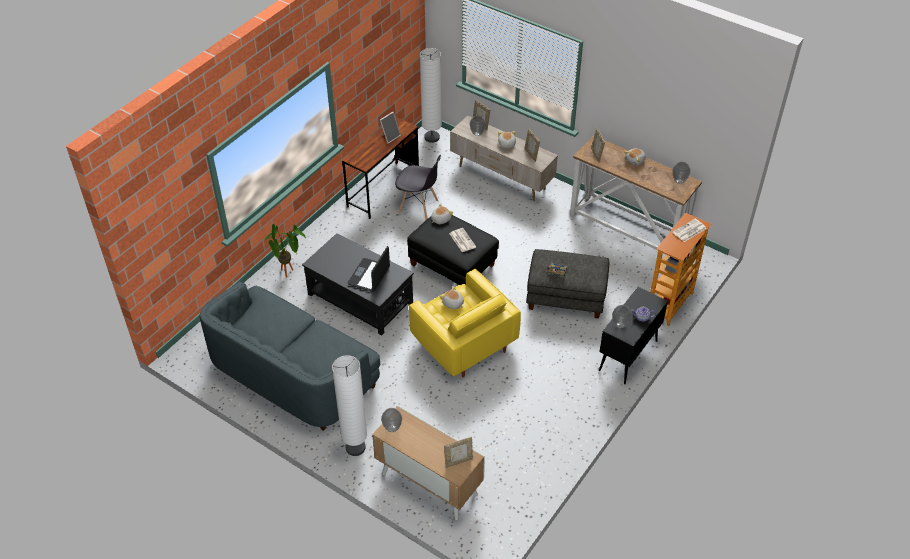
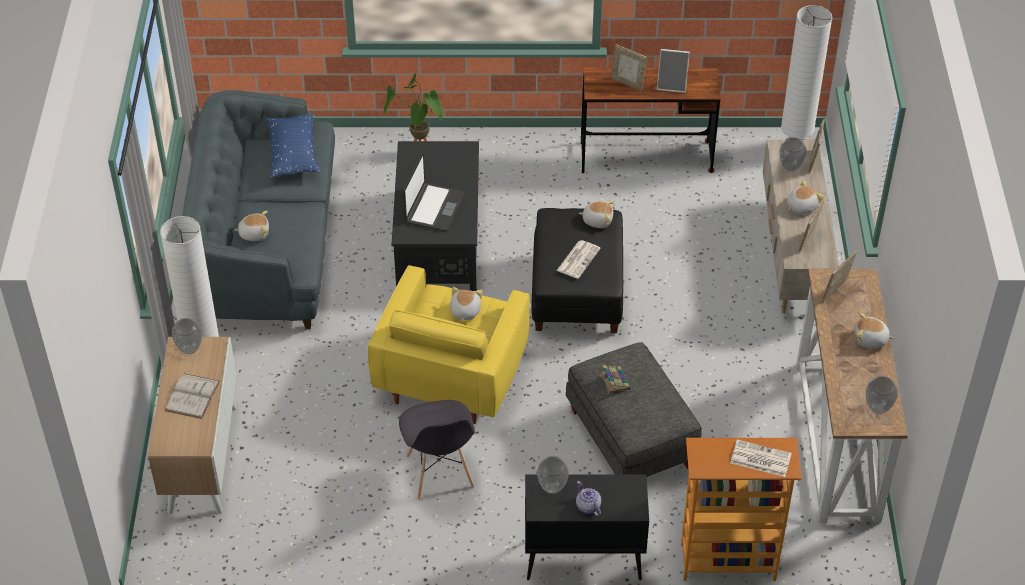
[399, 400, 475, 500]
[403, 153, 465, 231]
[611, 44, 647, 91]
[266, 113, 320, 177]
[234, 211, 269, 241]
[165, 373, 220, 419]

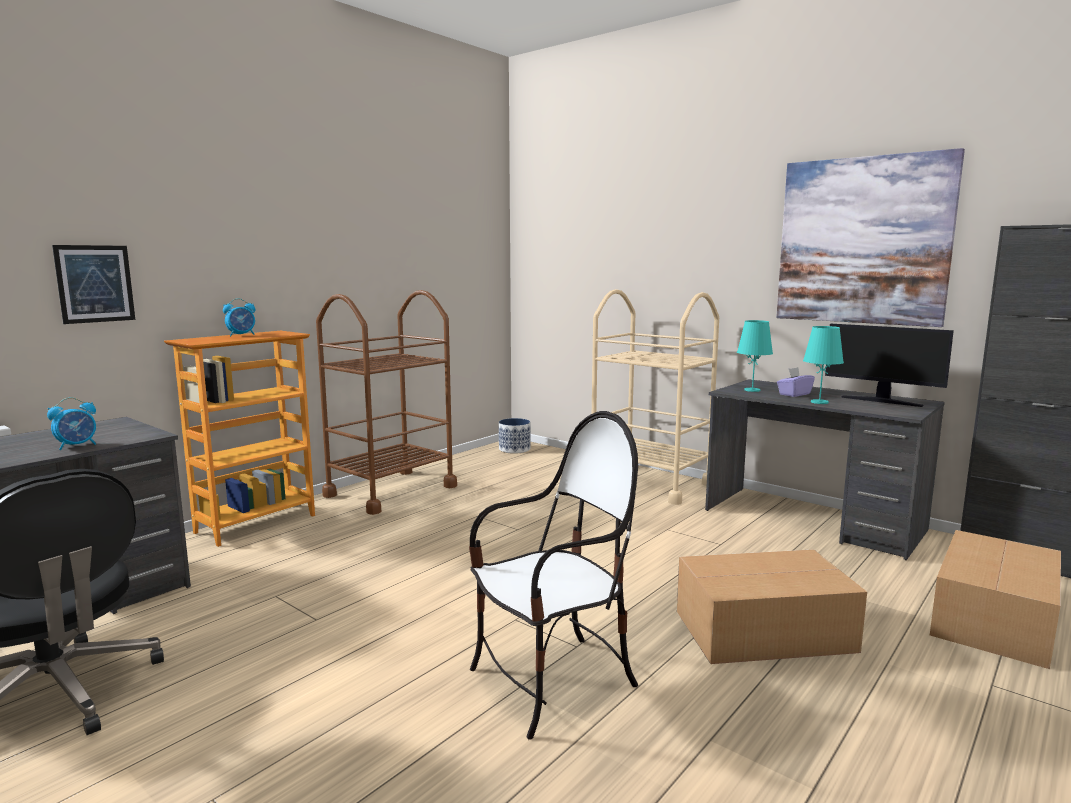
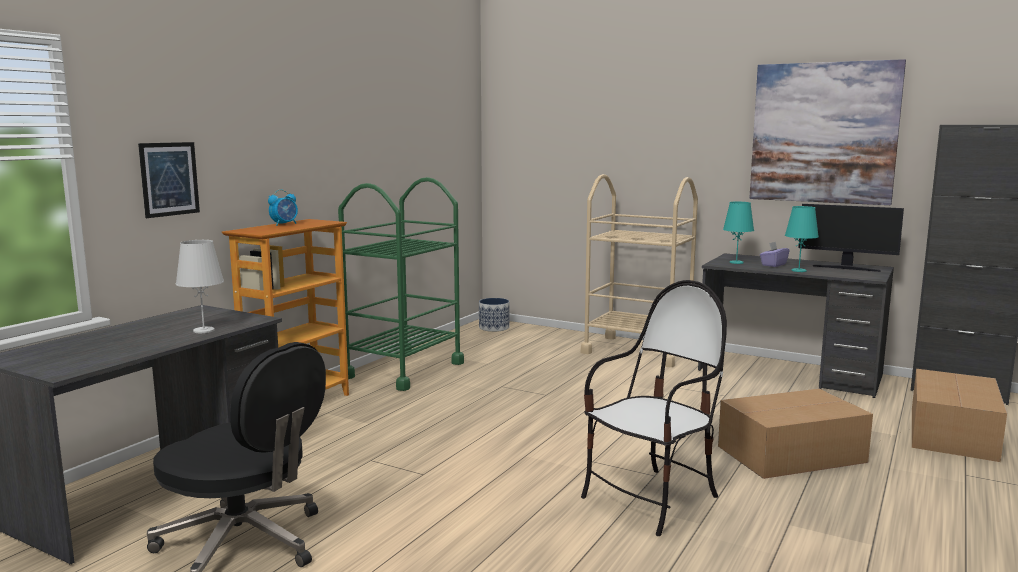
[338, 177, 464, 391]
[176, 240, 224, 333]

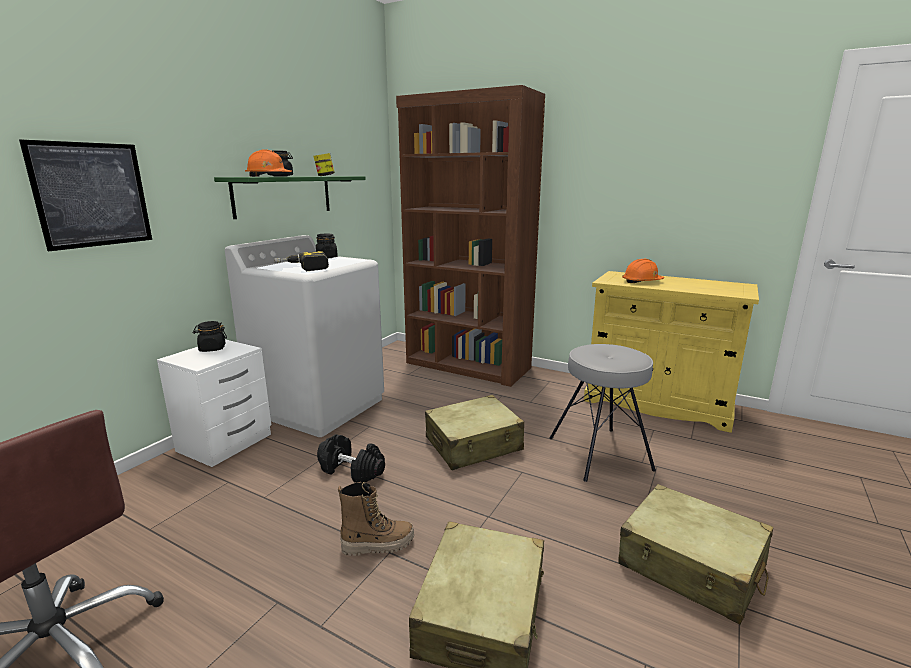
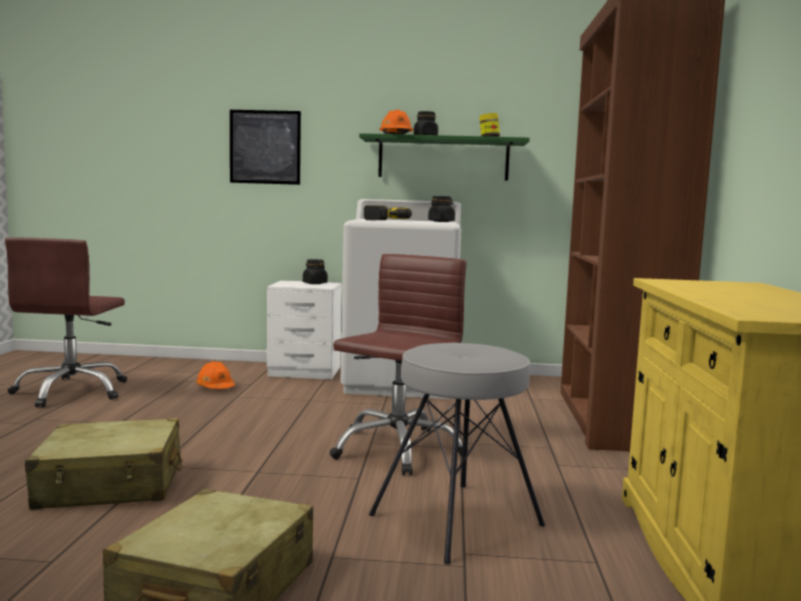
[196, 361, 235, 389]
[329, 254, 468, 476]
[317, 434, 385, 483] (first image)
[338, 482, 414, 556] (first image)

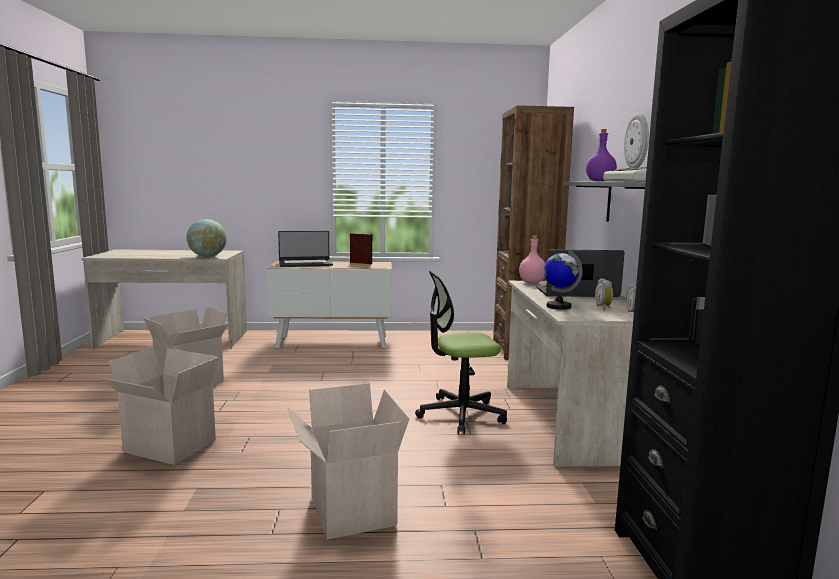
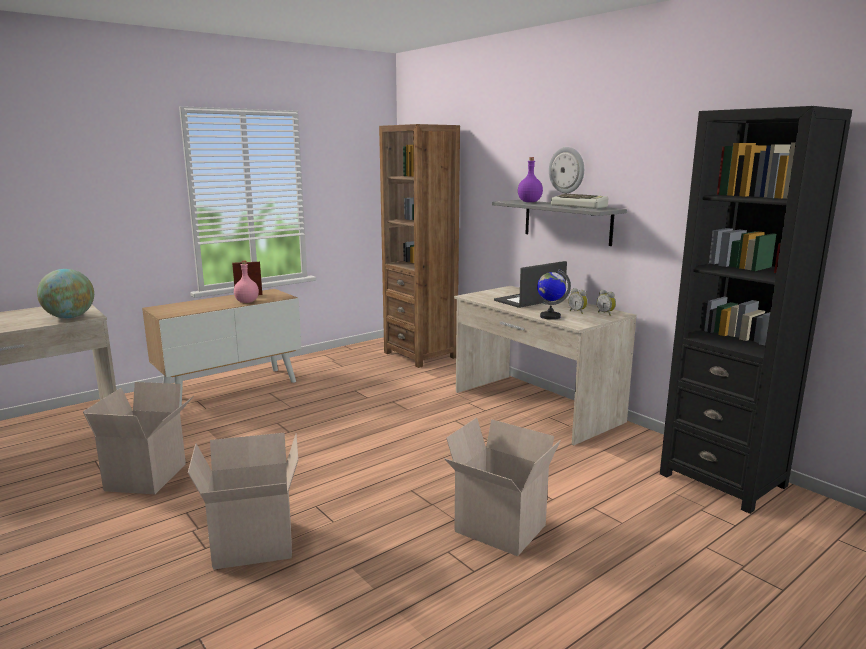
[278, 231, 333, 267] (first image)
[234, 261, 259, 303]
[415, 271, 507, 434] (first image)

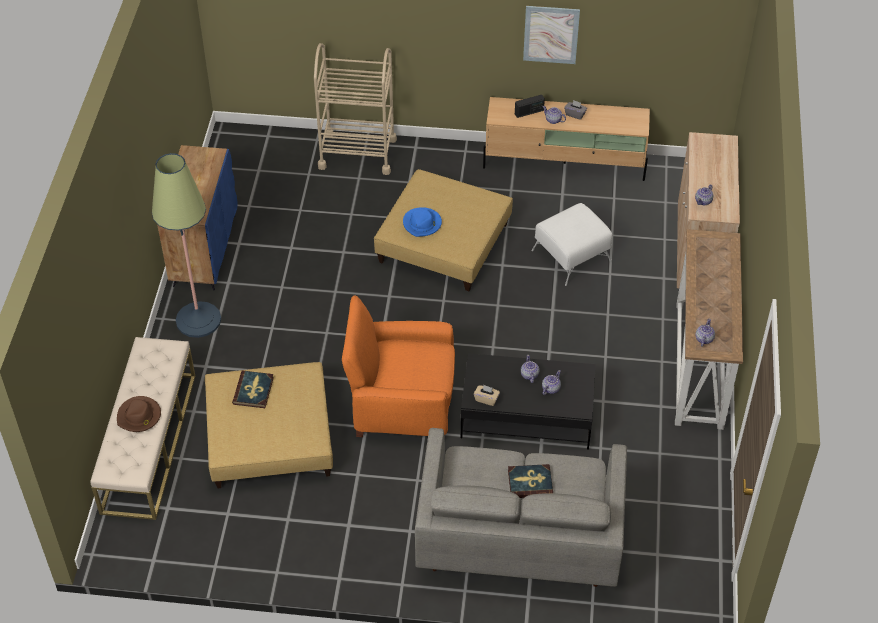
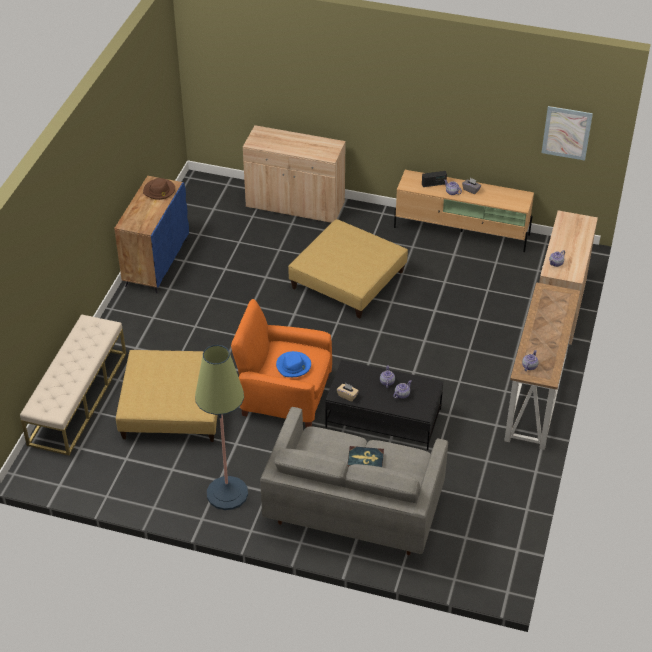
[541, 106, 593, 161]
[243, 125, 346, 223]
[195, 345, 248, 510]
[531, 203, 612, 286] (first image)
[276, 351, 311, 377]
[232, 371, 274, 408] (first image)
[143, 178, 175, 200]

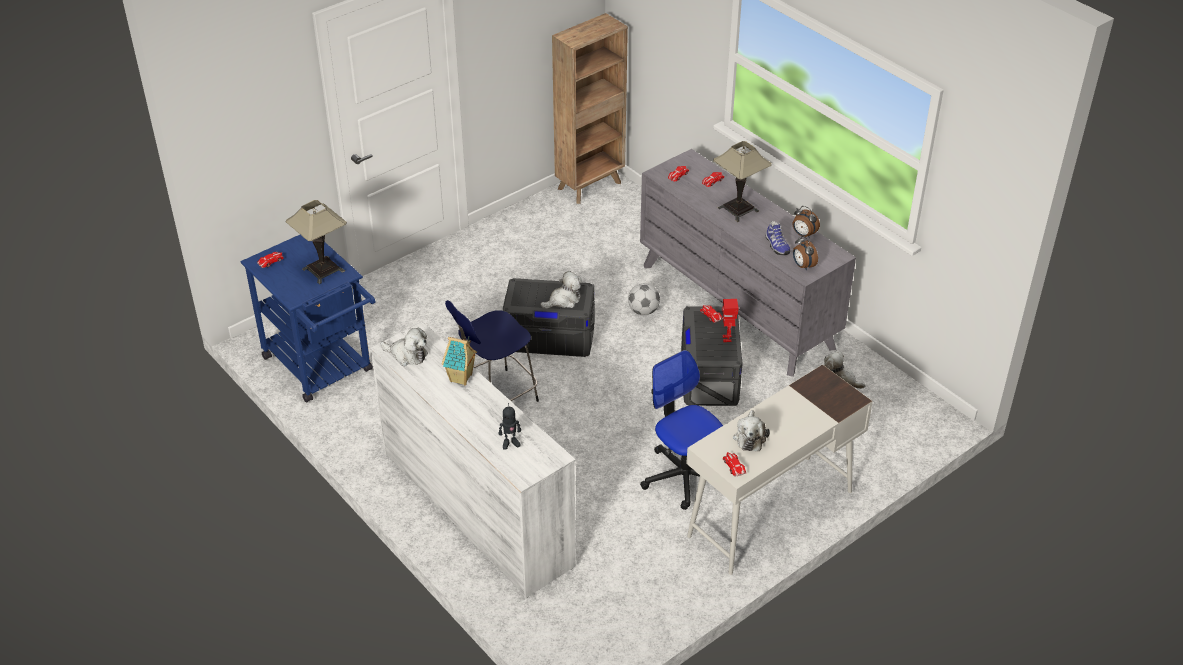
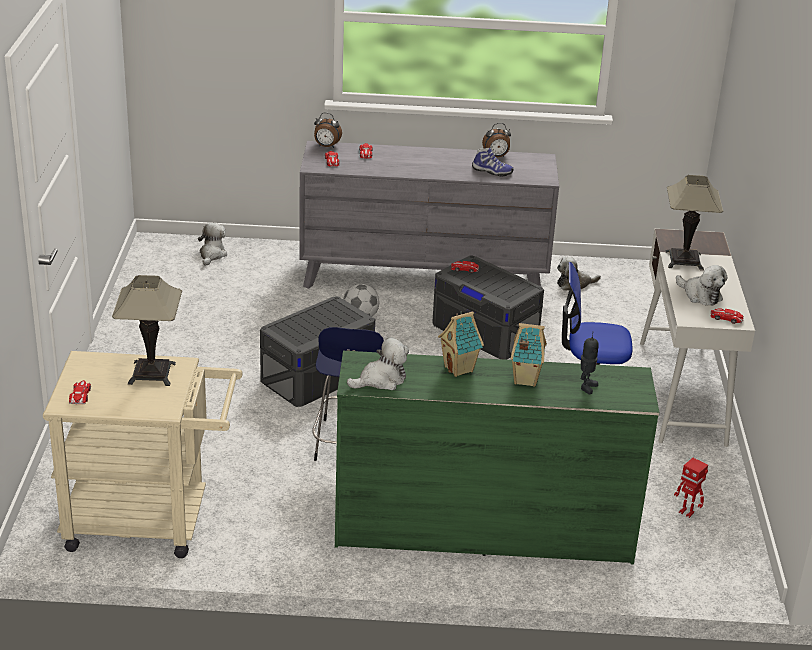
[552, 13, 628, 204] (first image)
[666, 175, 723, 271]
[43, 351, 243, 558]
[314, 113, 342, 148]
[198, 223, 227, 266]
[674, 458, 708, 518]
[335, 351, 659, 564]
[511, 323, 547, 387]

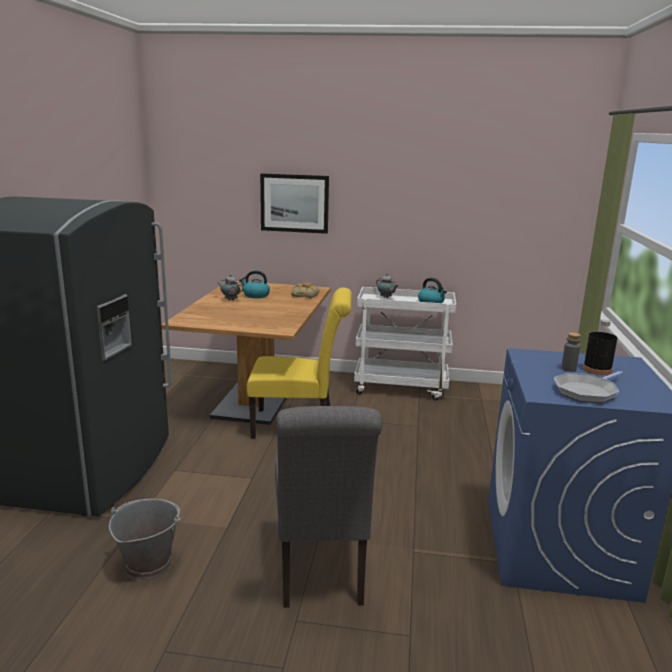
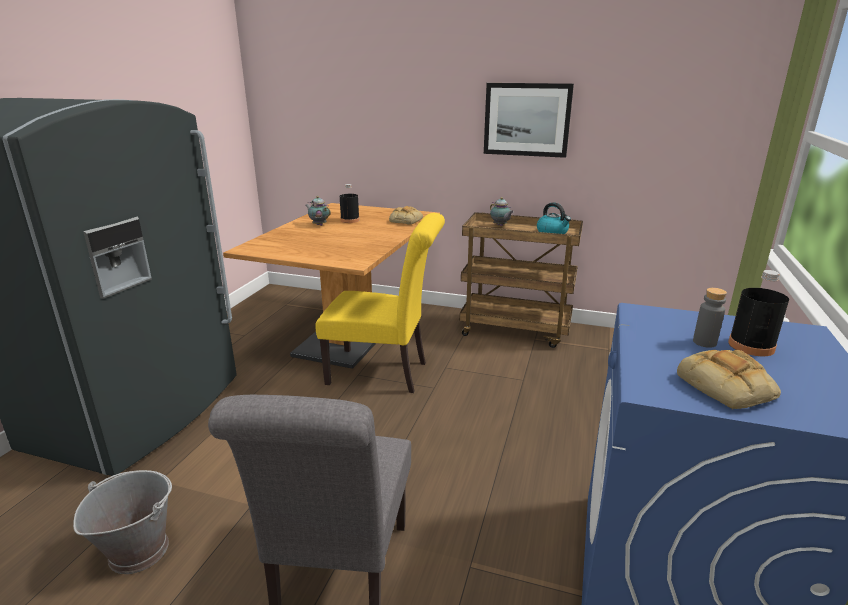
[484, 83, 574, 158]
[340, 184, 360, 223]
[460, 212, 583, 348]
[677, 350, 781, 409]

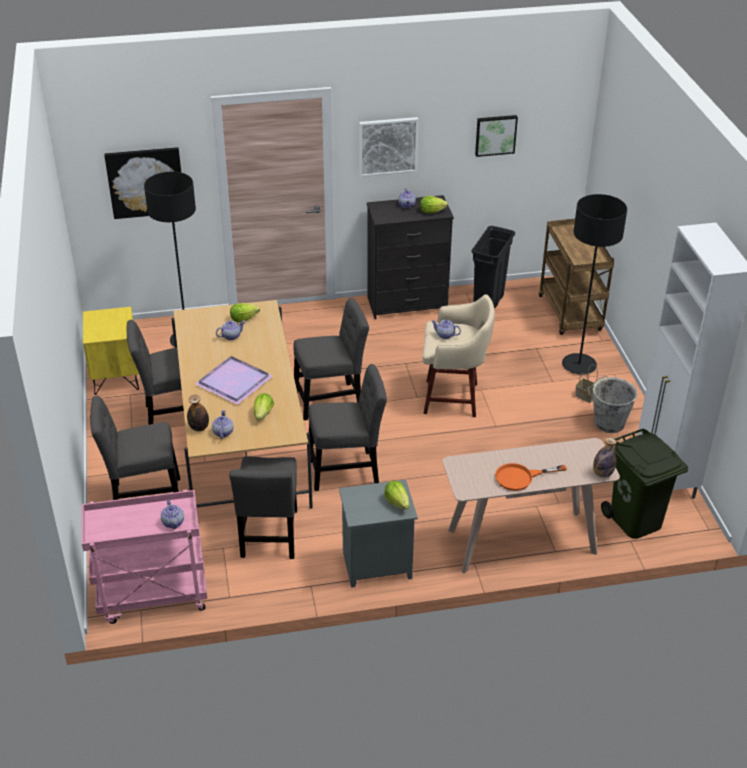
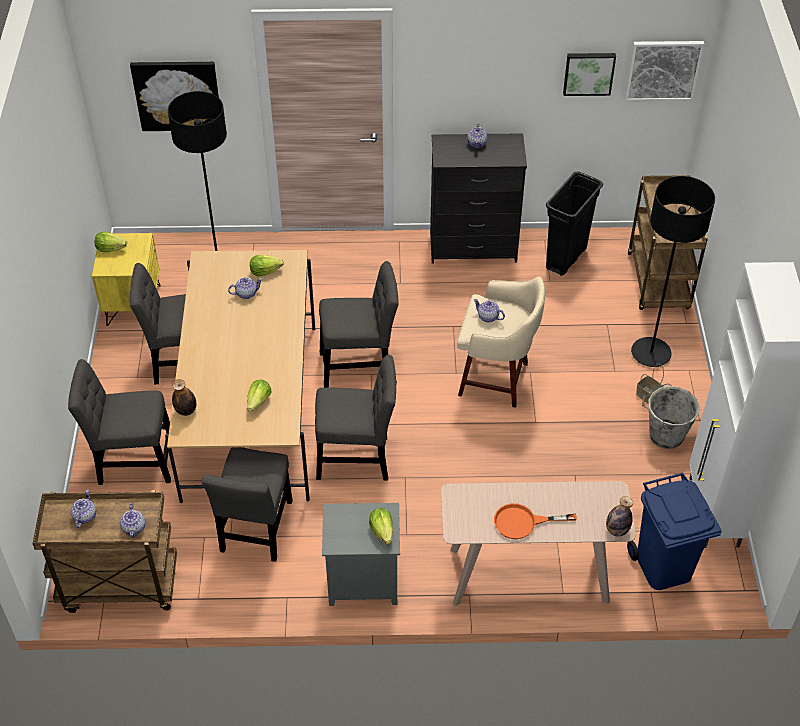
[625, 41, 704, 101]
[95, 232, 127, 252]
[195, 356, 273, 405] (first image)
[71, 490, 96, 528]
[627, 473, 722, 590]
[33, 490, 177, 613]

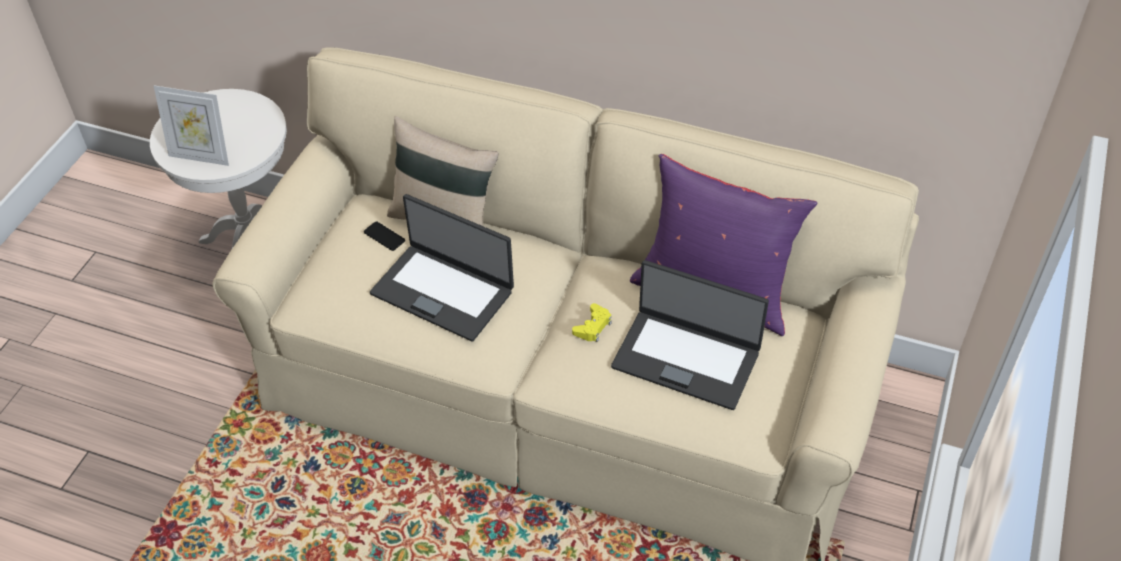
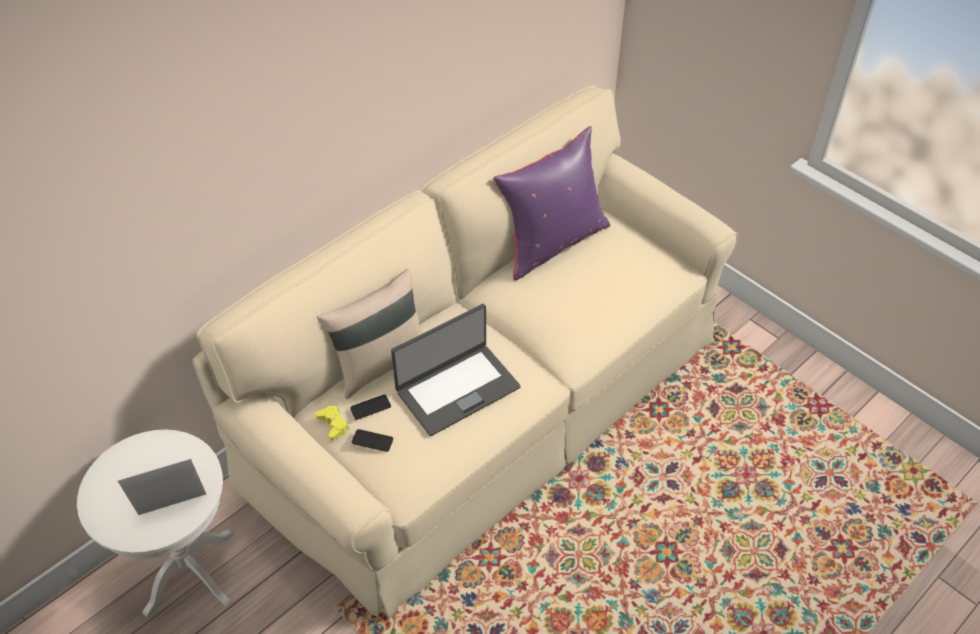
[117, 458, 206, 515]
[611, 260, 769, 410] (first image)
[315, 406, 349, 441]
[352, 429, 393, 452]

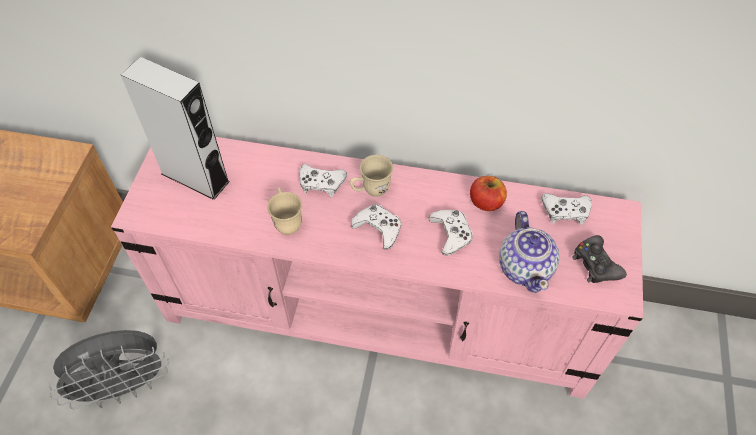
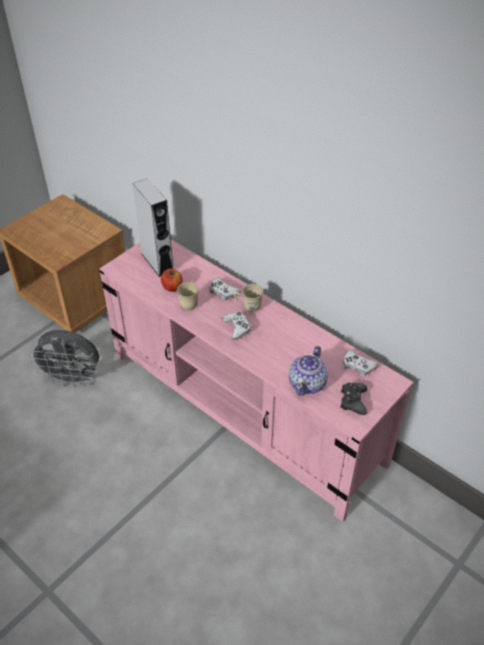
[161, 269, 183, 292]
[429, 210, 473, 256] (first image)

